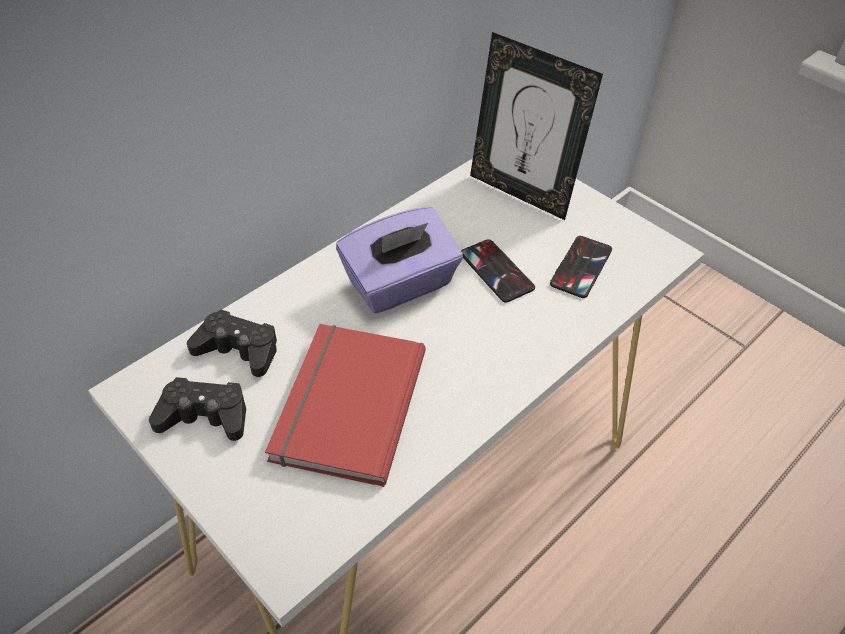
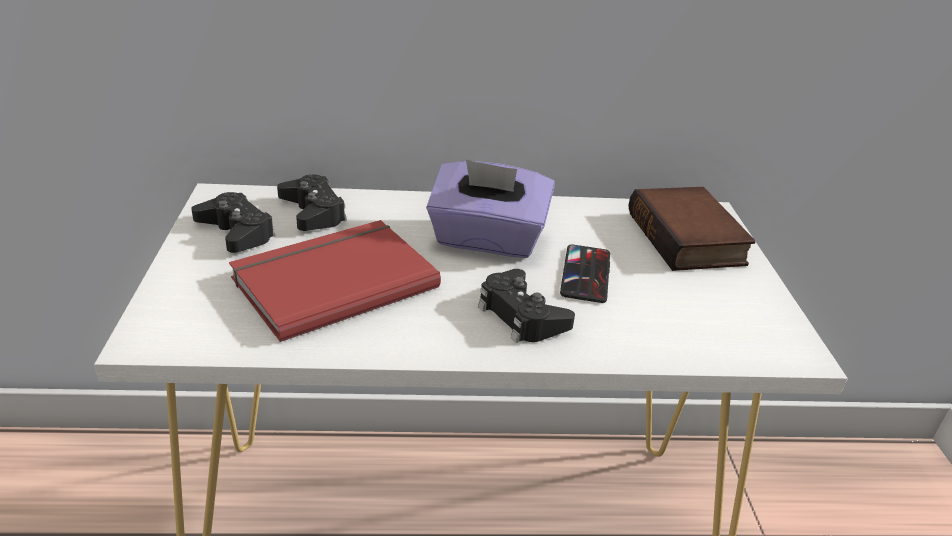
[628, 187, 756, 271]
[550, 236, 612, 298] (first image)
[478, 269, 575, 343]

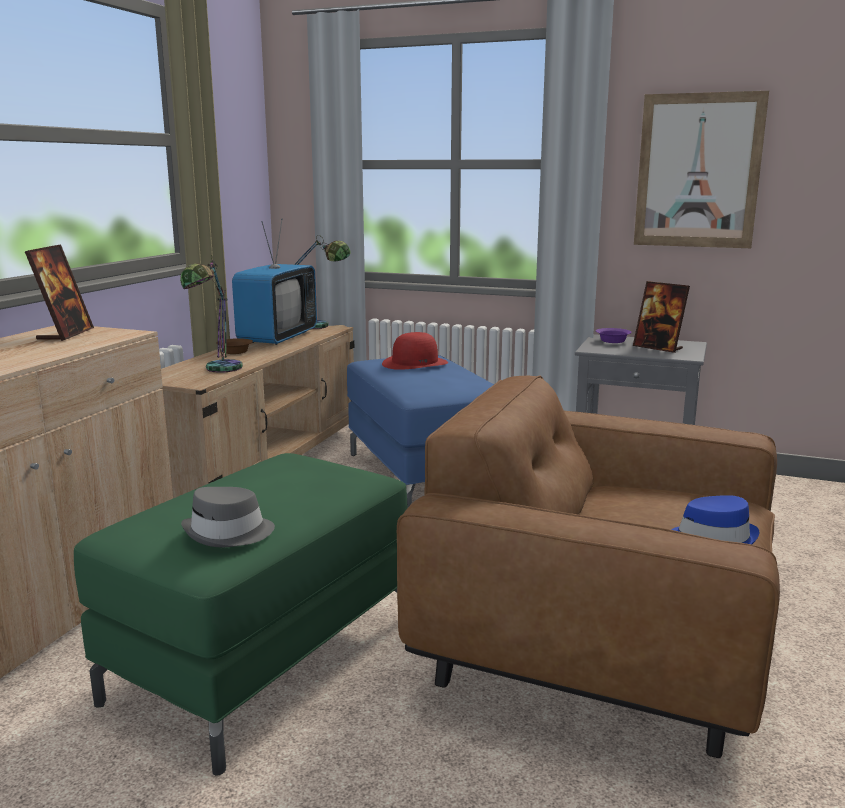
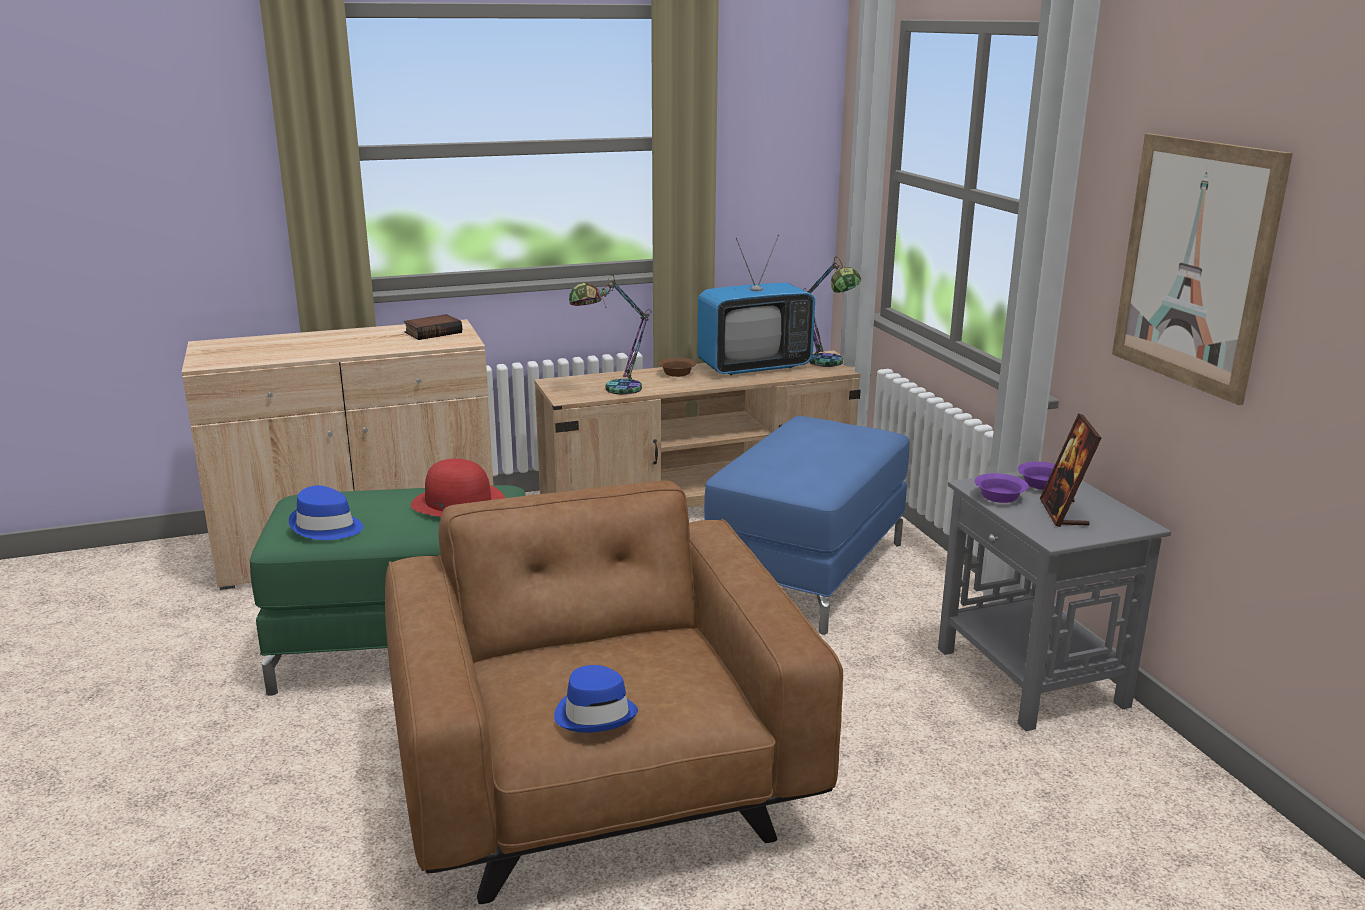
[404, 314, 462, 340]
[411, 459, 505, 517]
[289, 485, 363, 540]
[974, 473, 1029, 503]

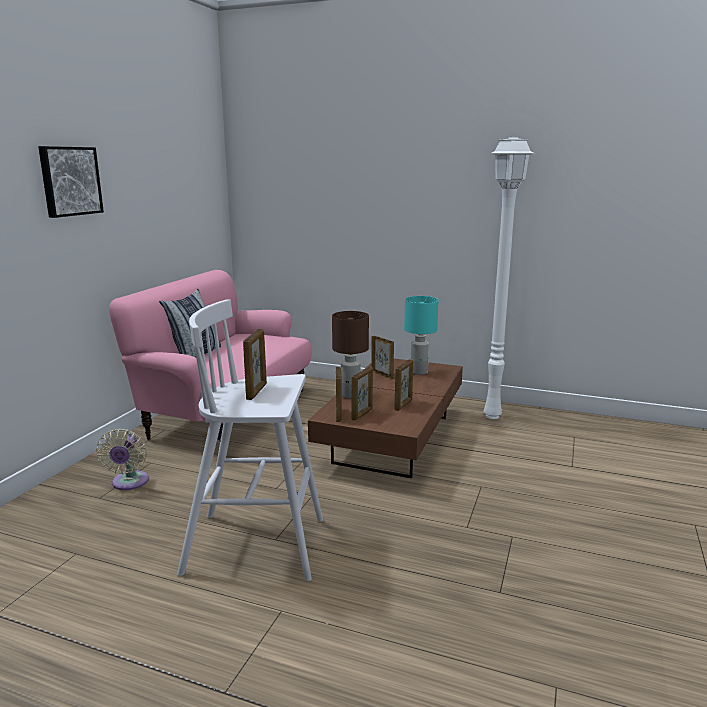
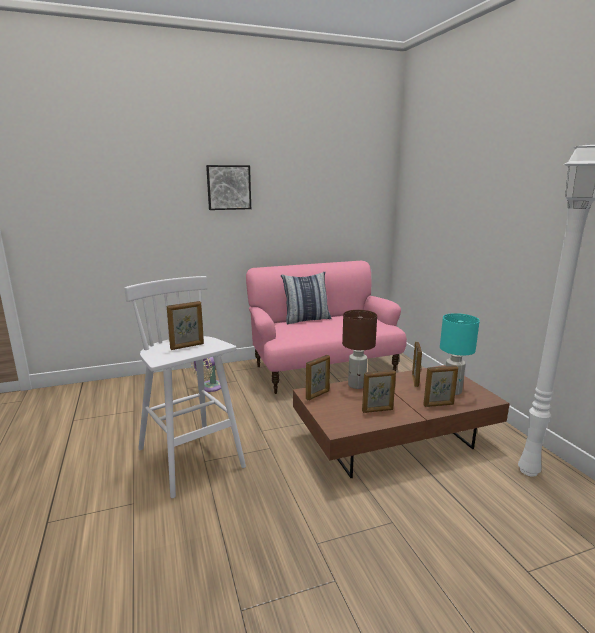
[423, 366, 458, 407]

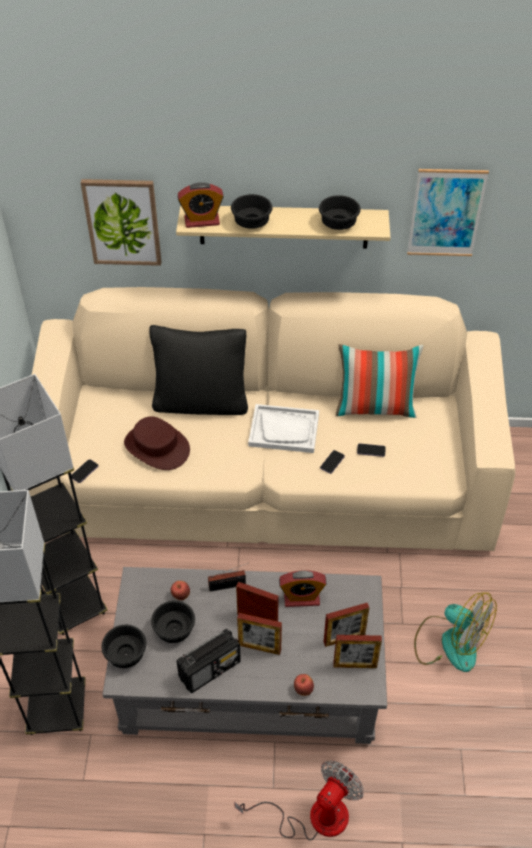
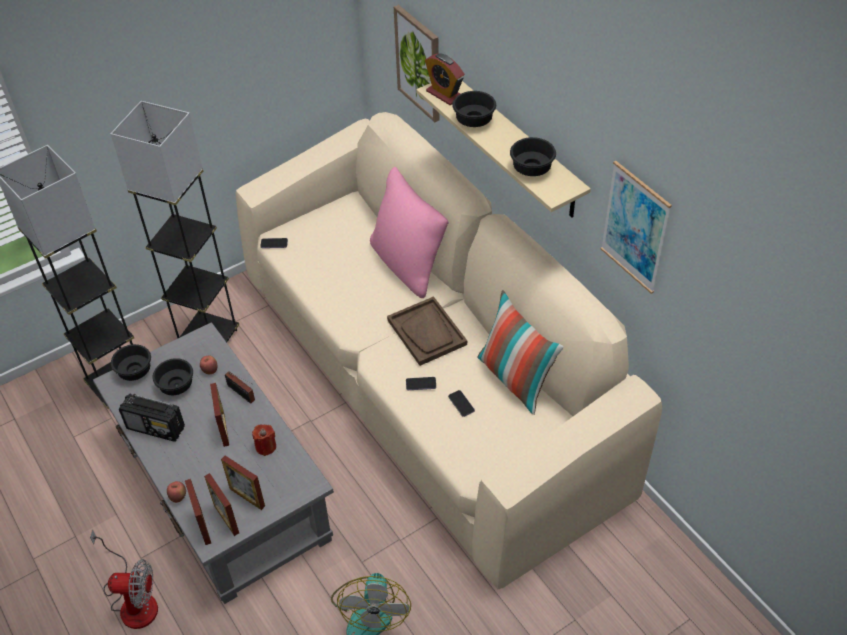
[370, 167, 449, 298]
[387, 296, 467, 366]
[124, 416, 190, 470] (first image)
[252, 424, 276, 456]
[185, 479, 211, 545]

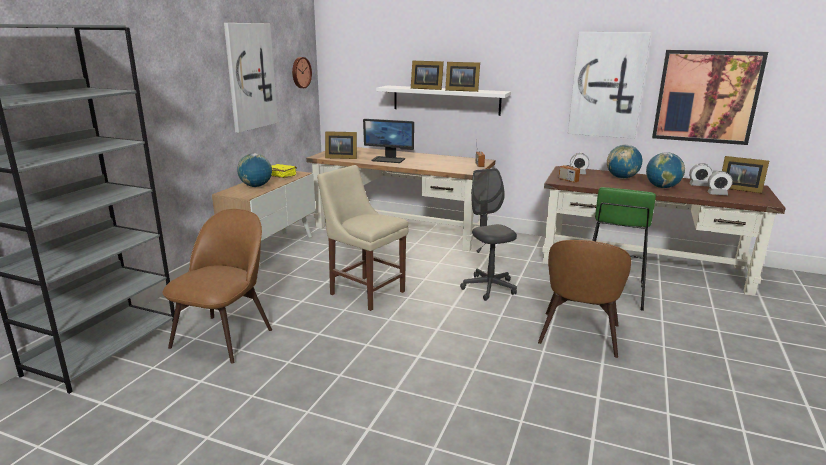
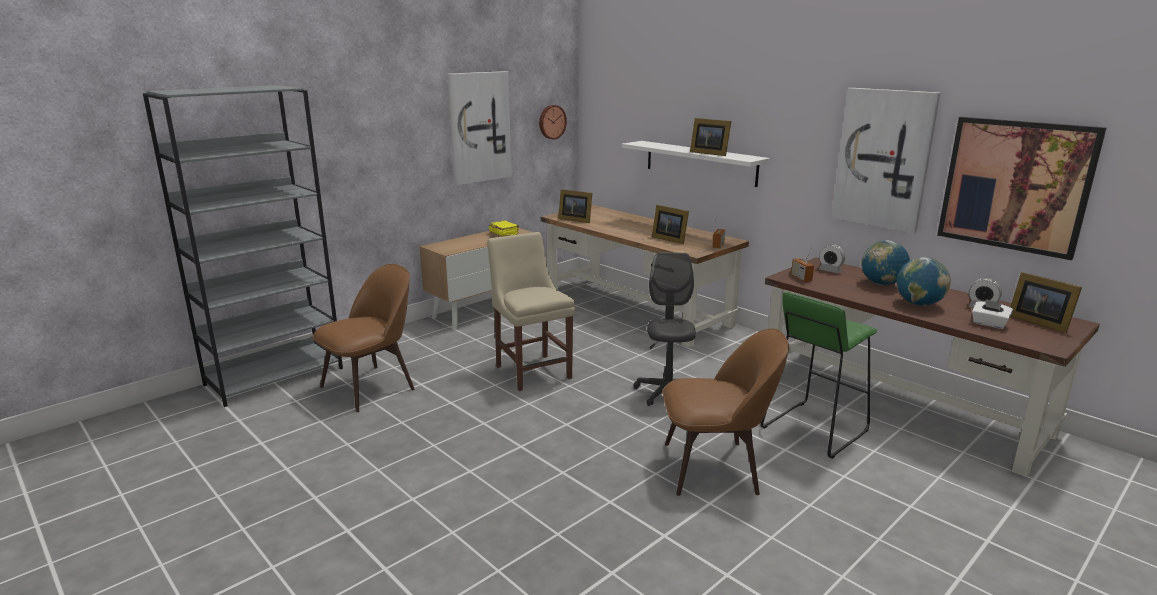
[652, 205, 689, 244]
[363, 119, 414, 163] (first image)
[237, 153, 272, 187] (first image)
[972, 299, 1013, 329]
[662, 328, 789, 496]

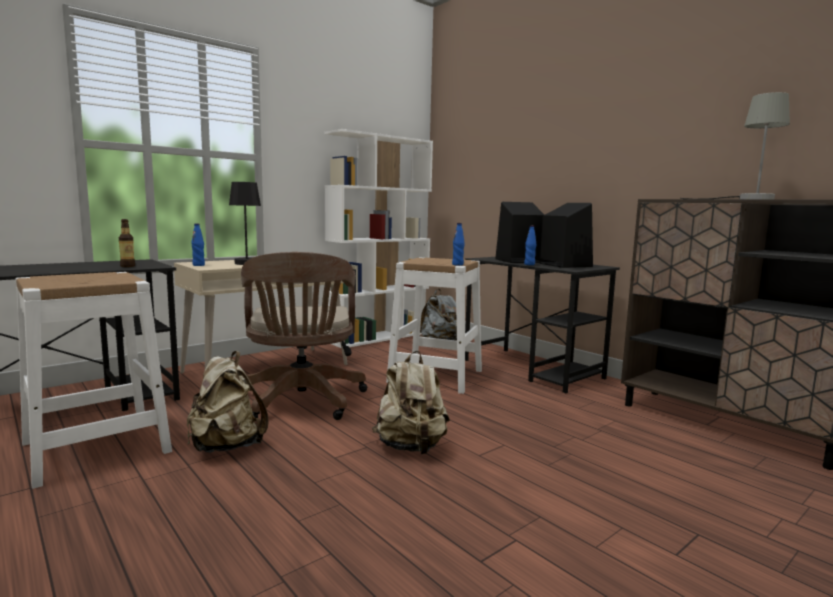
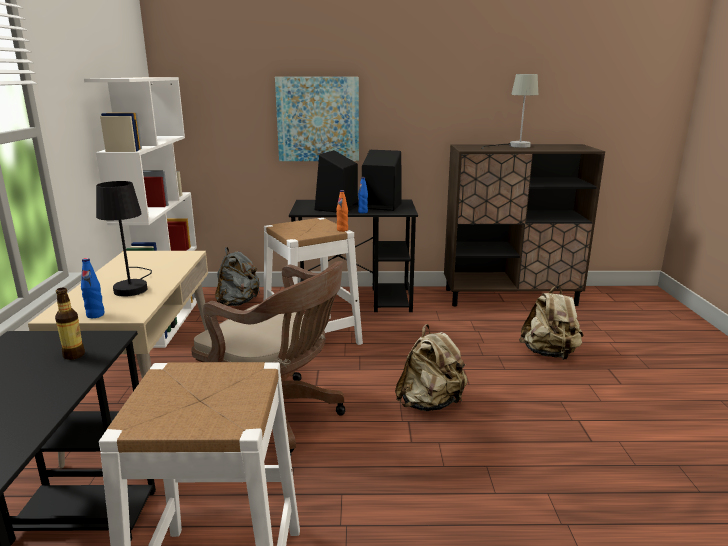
[336, 190, 348, 232]
[519, 285, 584, 360]
[275, 77, 359, 161]

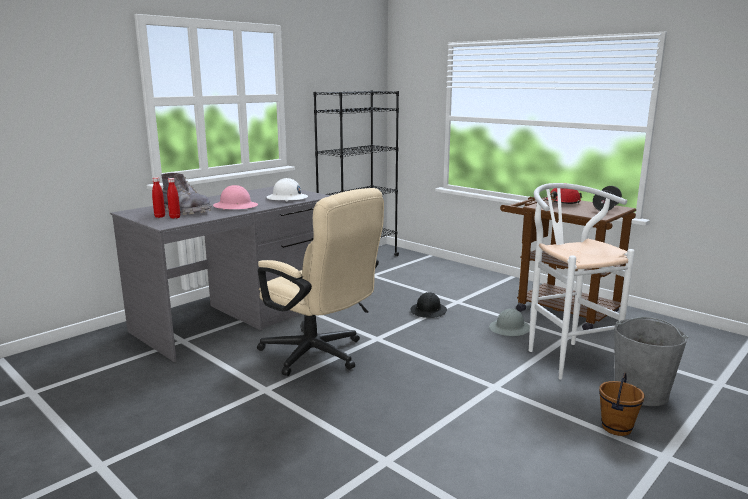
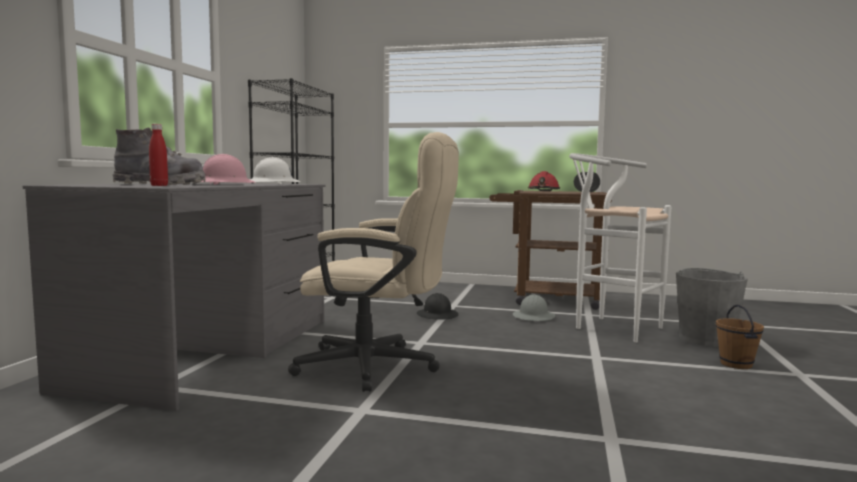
[152, 177, 165, 218] (first image)

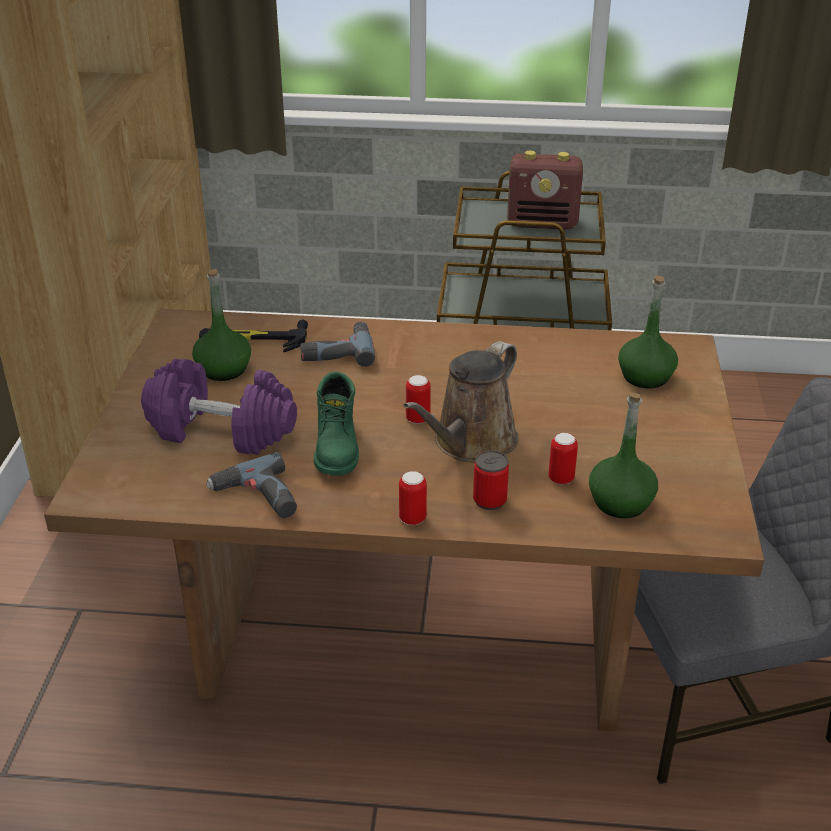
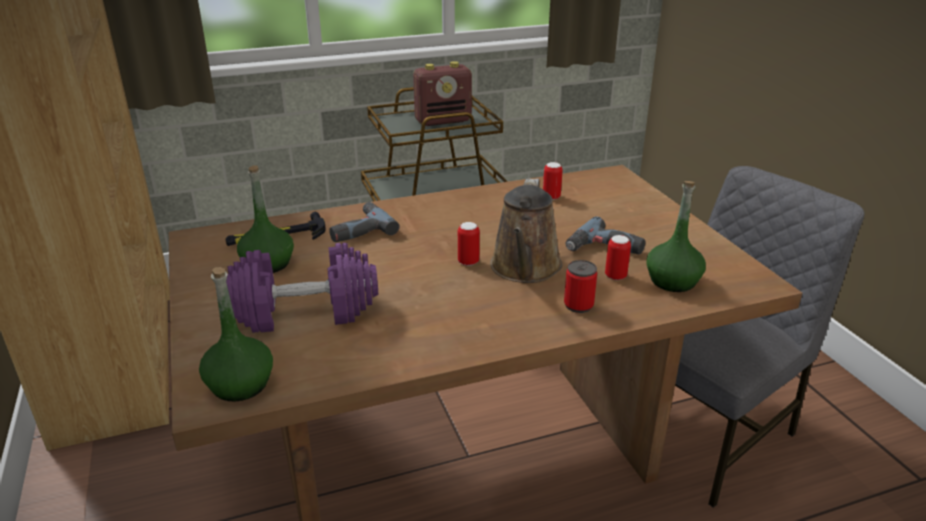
[199, 267, 273, 402]
[314, 372, 359, 476] (first image)
[566, 216, 646, 254]
[543, 162, 563, 200]

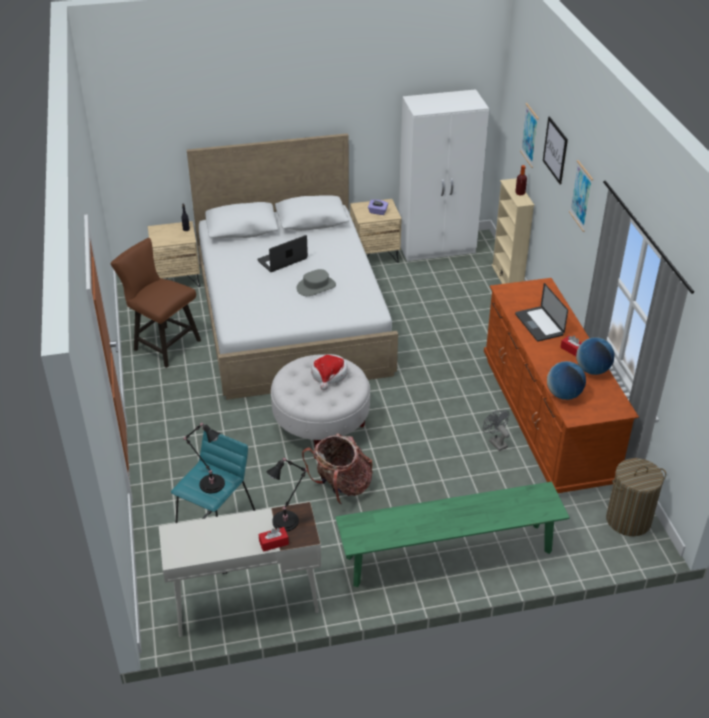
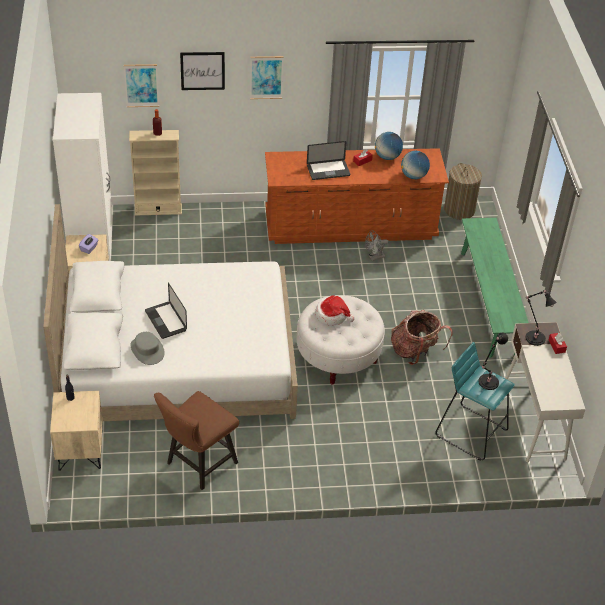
[130, 332, 165, 365]

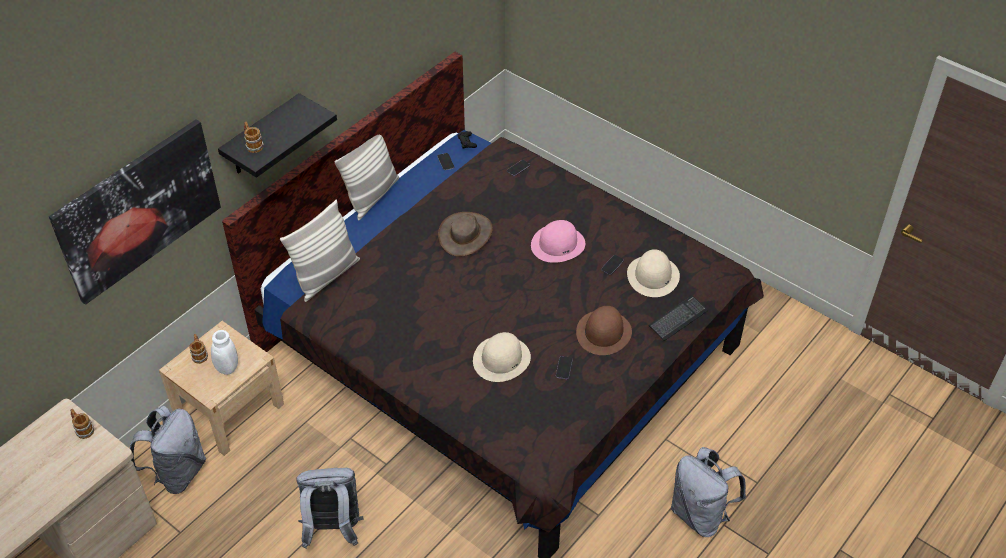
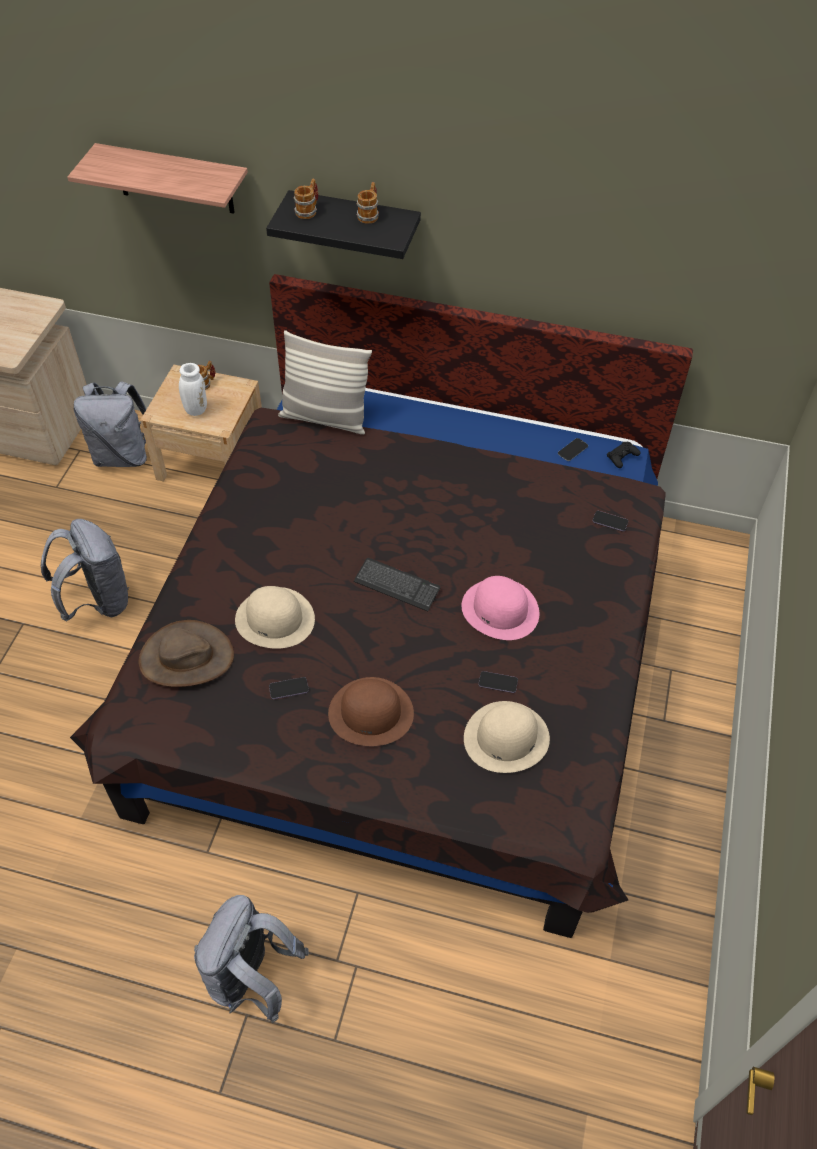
[67, 143, 248, 214]
[335, 135, 399, 220] (first image)
[139, 620, 234, 687]
[354, 558, 441, 611]
[356, 182, 379, 224]

